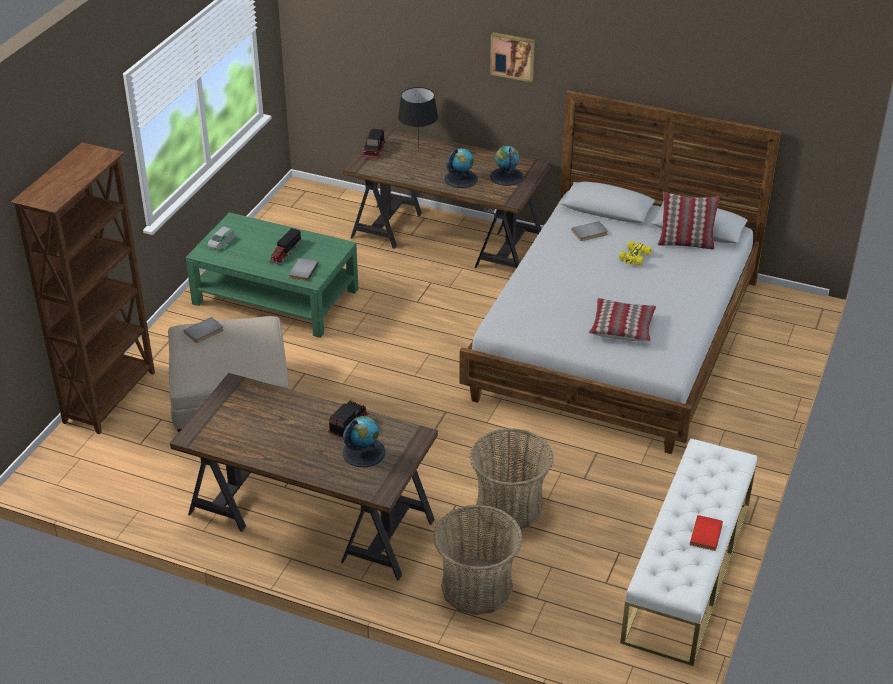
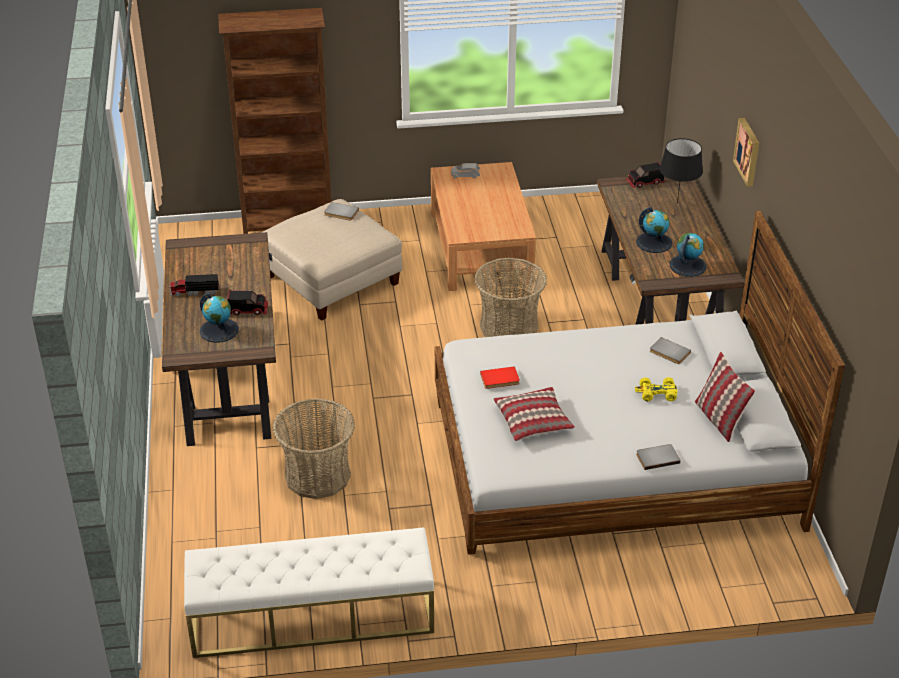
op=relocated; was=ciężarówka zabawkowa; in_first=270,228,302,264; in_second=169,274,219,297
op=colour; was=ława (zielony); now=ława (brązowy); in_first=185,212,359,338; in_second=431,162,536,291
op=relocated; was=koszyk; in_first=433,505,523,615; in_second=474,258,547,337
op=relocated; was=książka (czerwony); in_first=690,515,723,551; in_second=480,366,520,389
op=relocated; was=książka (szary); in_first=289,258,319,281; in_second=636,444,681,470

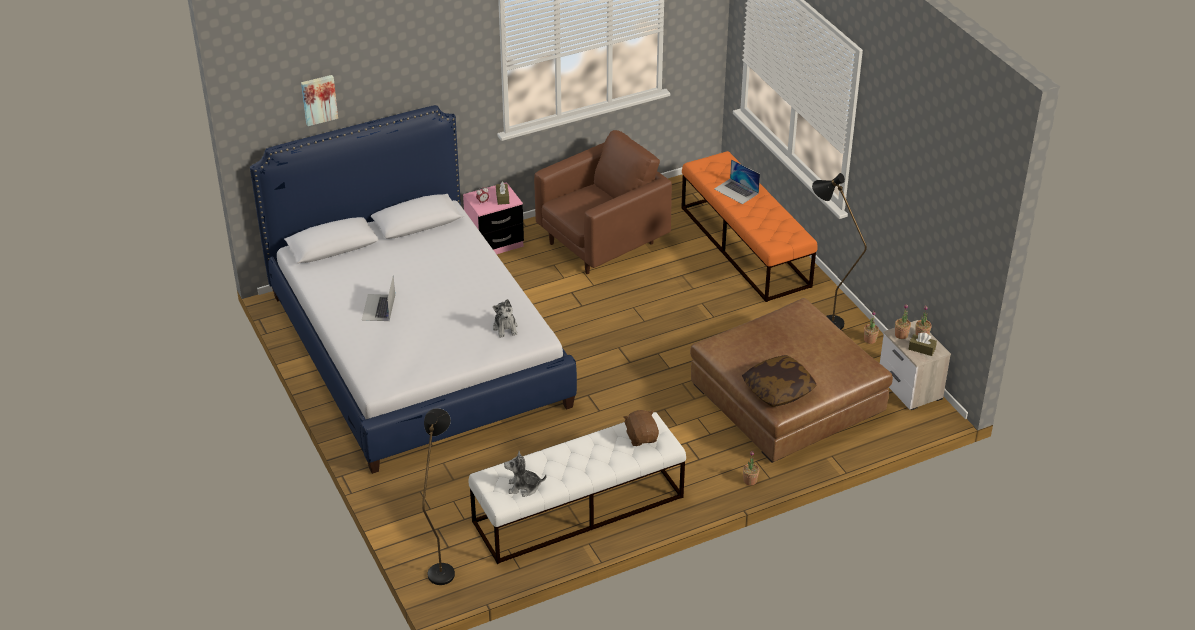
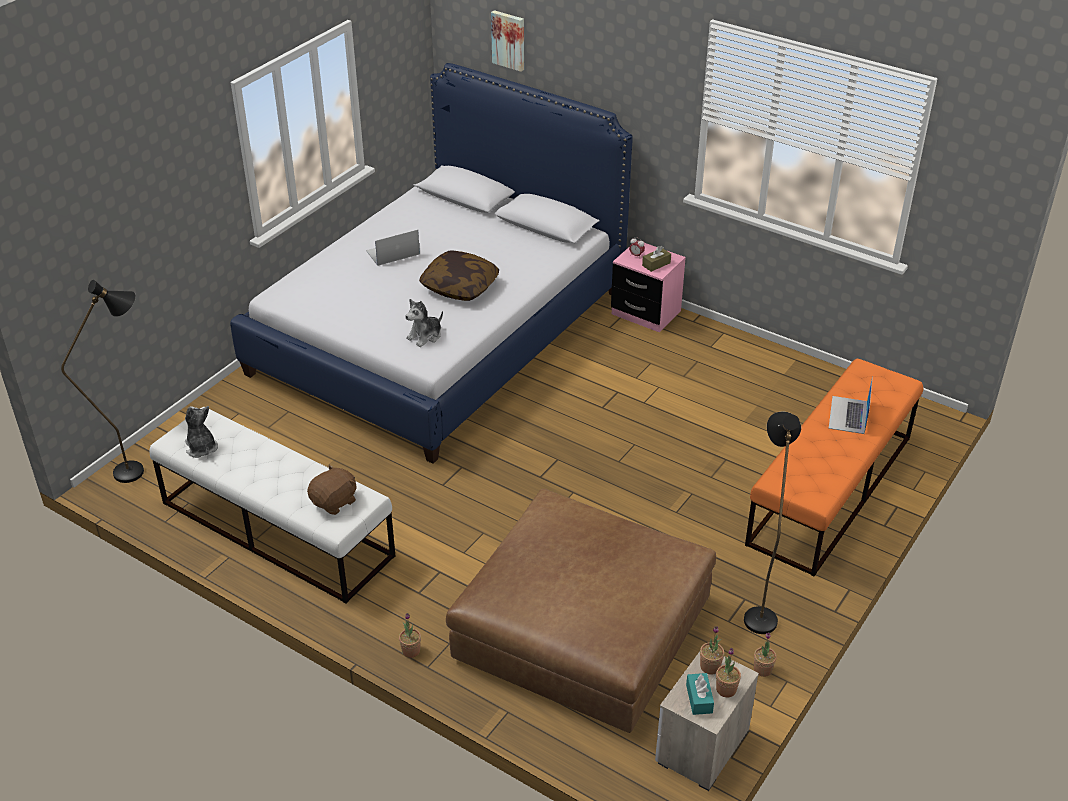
op=relocated; was=poduszka; in_first=742,355,817,407; in_second=419,251,499,301
op=colour; was=pudełko chusteczek (brązowy); now=pudełko chusteczek (turkusowy); in_first=909,333,937,356; in_second=686,673,714,715
op=missing; was=fotel (brązowy); in_first=534,130,672,274

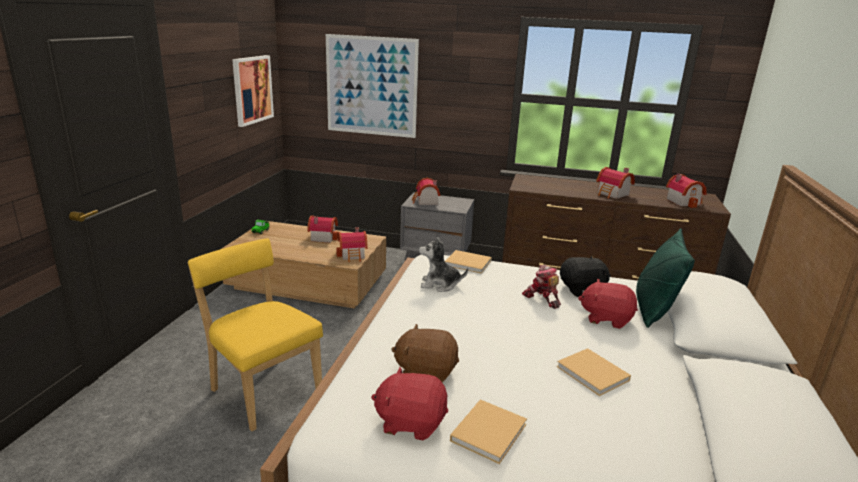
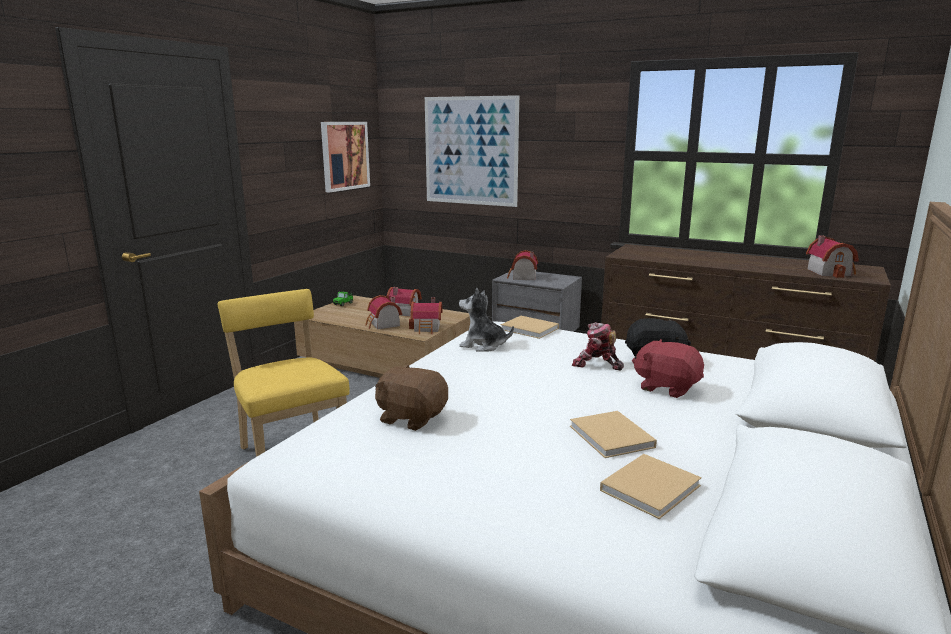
op=relocated; was=domek; in_first=596,167,635,199; in_second=365,295,402,329
op=spun; was=robot zabawkowy; in_first=522,265,561,309; in_second=572,322,624,370; clockwise=-45
op=relocated; was=książka (beżowy); in_first=450,399,527,464; in_second=600,454,702,519
op=missing; was=pluszak (czerwony); in_first=371,367,448,441
op=missing; was=poduszka (zielony); in_first=636,228,695,328

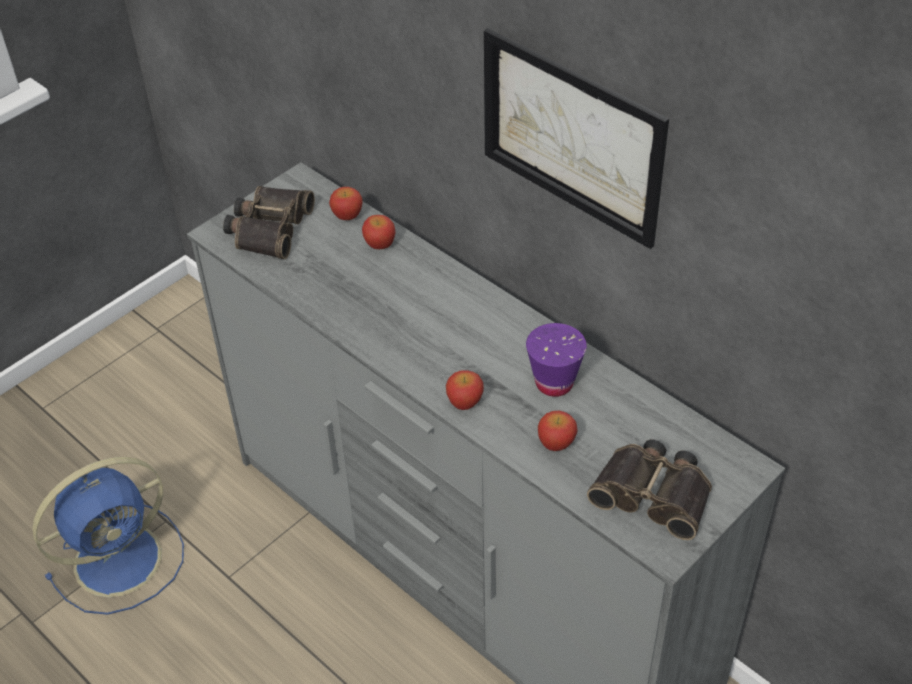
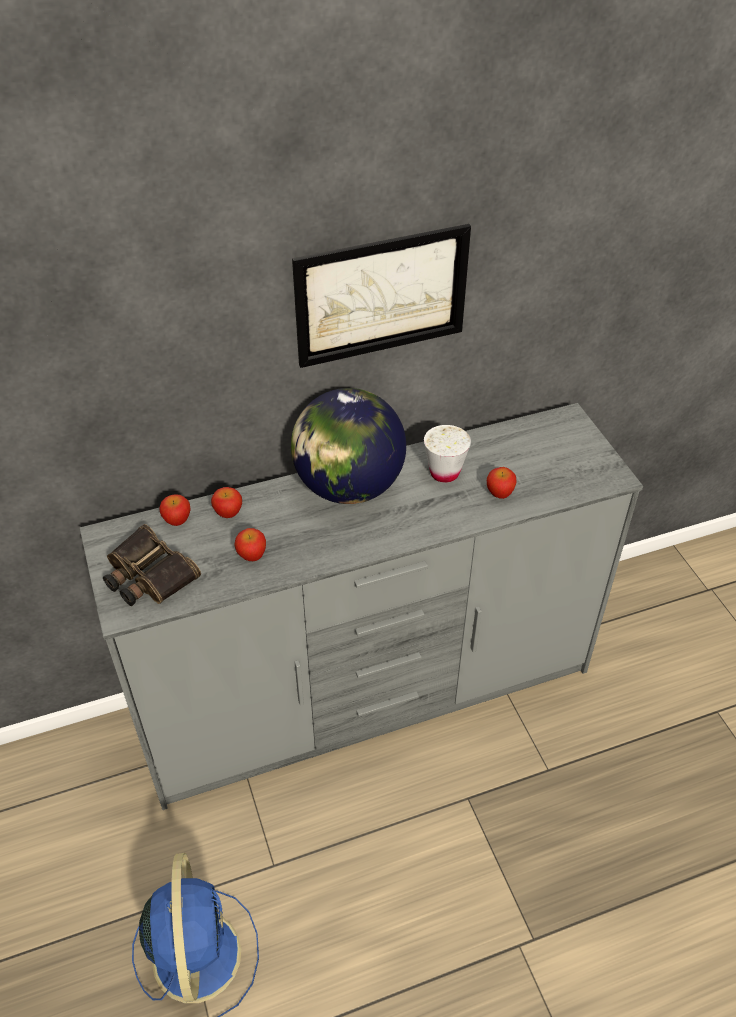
op=relocated; was=jabłko; in_first=446,370,484,410; in_second=234,528,266,561
op=appeared; now=globus; in_second=291,388,406,504
op=colour; was=filiżanka (fioletowy); now=filiżanka (biały); in_first=526,323,587,397; in_second=424,425,471,483
op=missing; was=lornetka; in_first=587,439,712,540

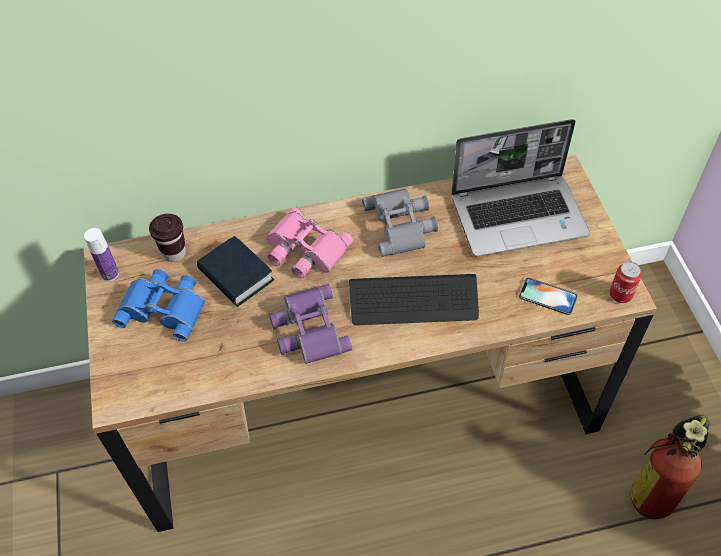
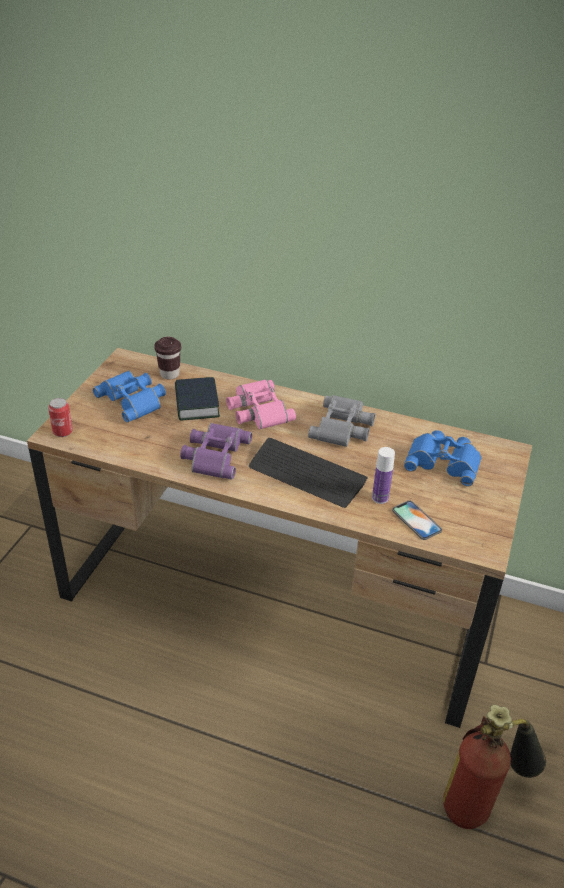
op=relocated; was=puszka; in_first=610,262,642,303; in_second=48,398,73,437
op=relocated; was=butelka; in_first=84,228,119,281; in_second=372,447,395,504
op=exchanged; was=laptop; now=lornetka (niebieski); in_first=451,119,590,257; in_second=404,430,482,486

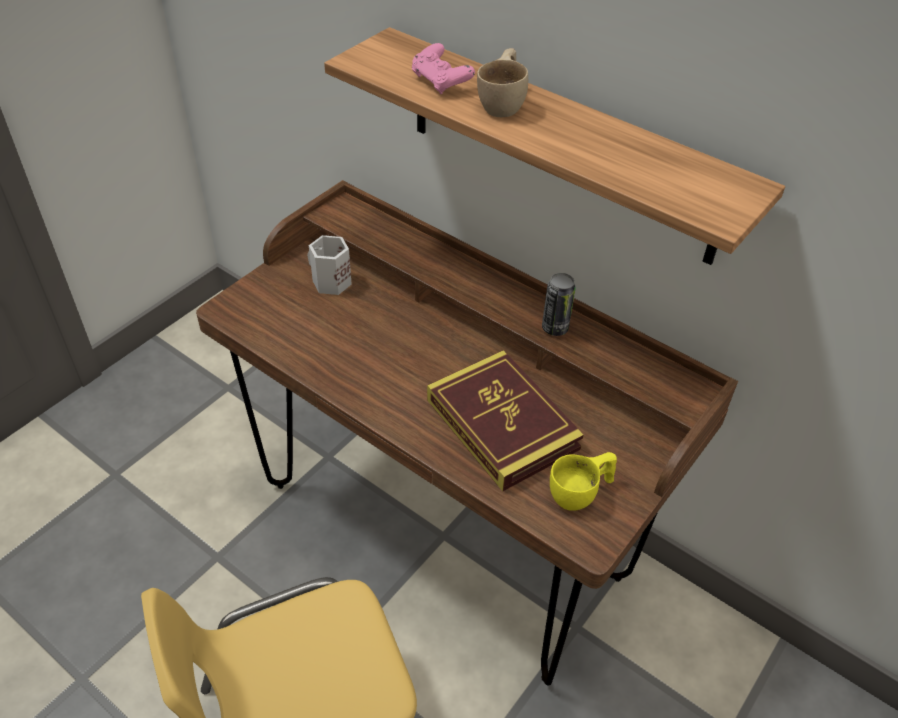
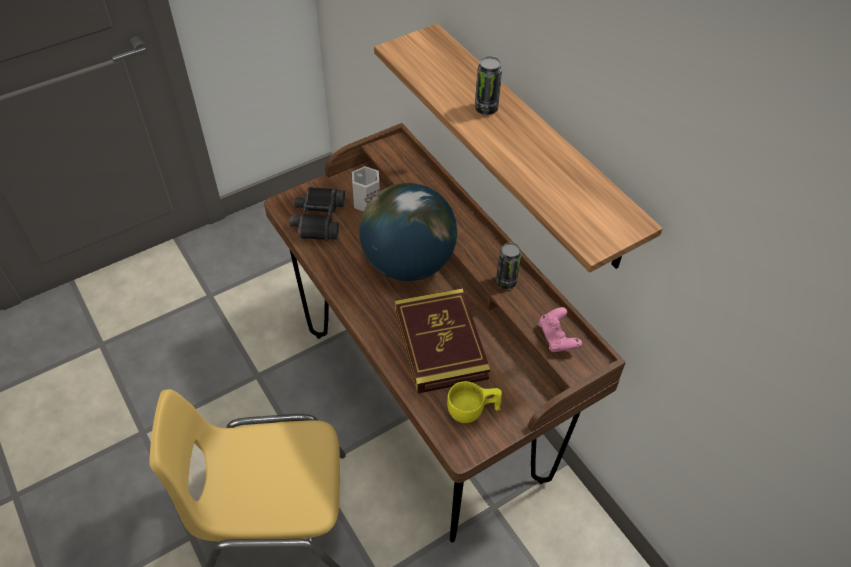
op=appeared; now=lornetka (czarny); in_second=290,187,345,241
op=appeared; now=globus; in_second=359,183,457,281
op=exchanged; was=filiżanka (beżowy); now=puszka; in_first=477,48,528,117; in_second=475,56,502,115
op=relocated; was=pad do gier (różowy); in_first=412,43,475,94; in_second=539,307,582,352

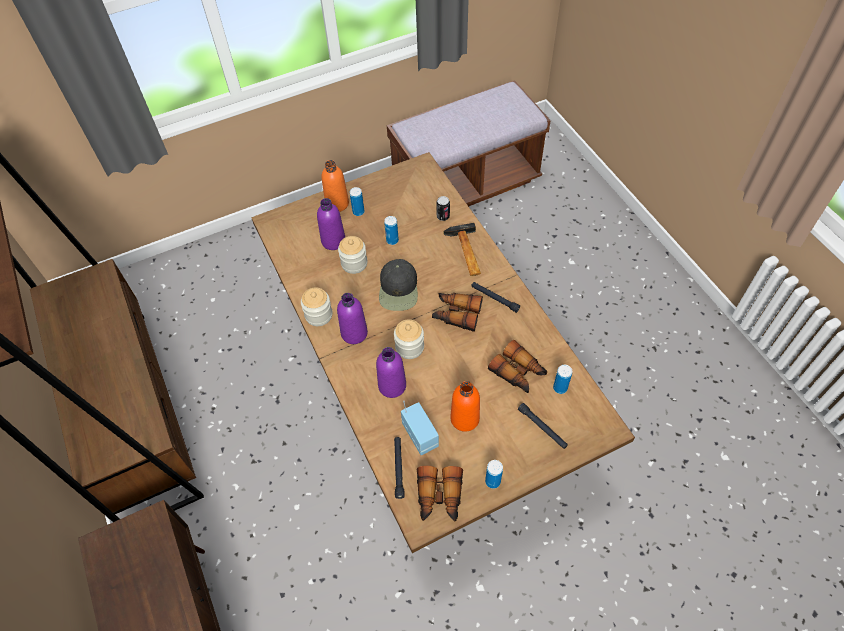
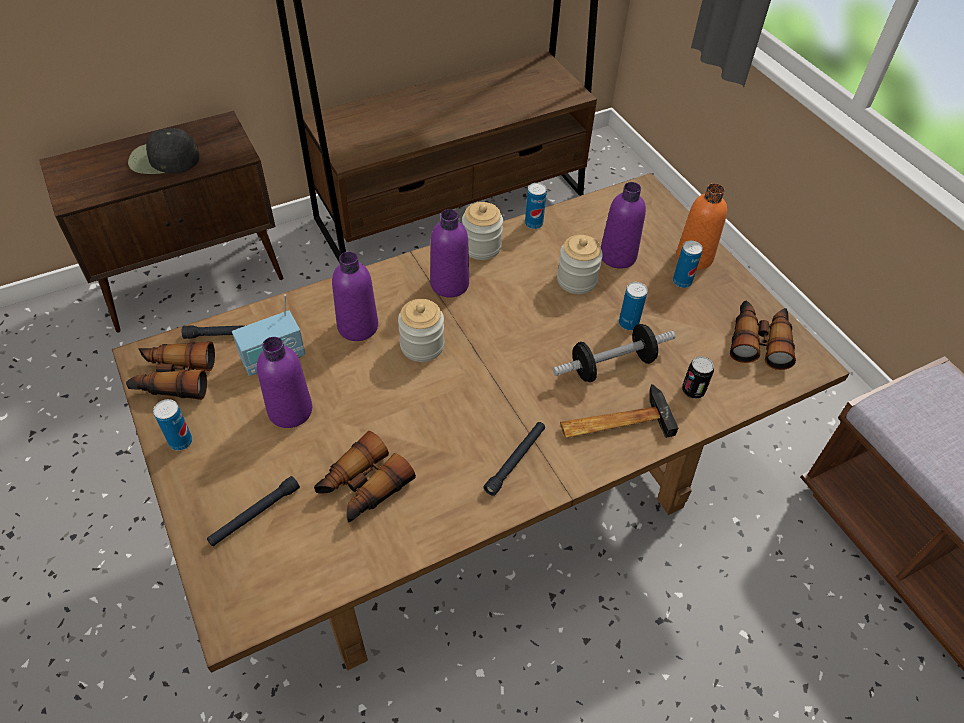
op=relocated; was=czapka z daszkiem (czarny); in_first=379,259,418,311; in_second=128,128,200,174
op=colour; was=butelka (pomarańczowy); now=butelka (fioletowy); in_first=450,381,480,432; in_second=257,337,312,428
op=relocated; was=puszka; in_first=553,365,572,394; in_second=525,183,547,229
op=appeared; now=hantel; in_second=553,324,676,382
op=relocated; was=lornetka; in_first=432,293,483,332; in_second=730,301,796,370

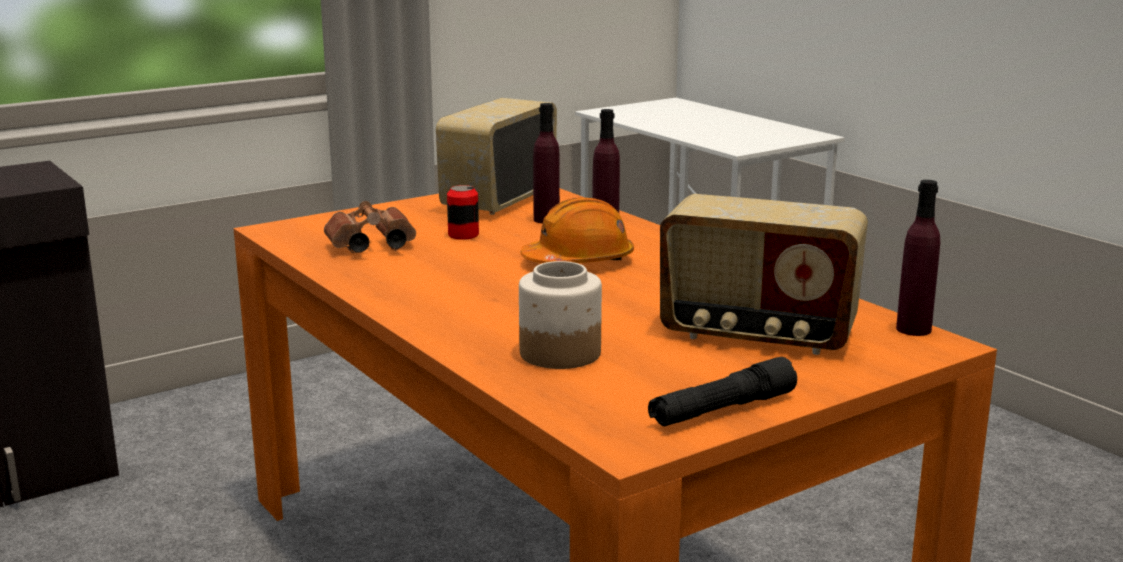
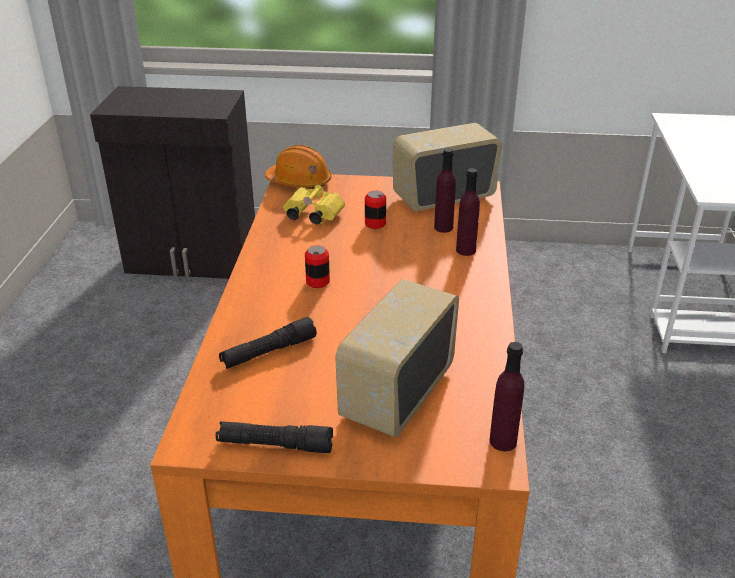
op=exchanged; was=słoik; now=latarka (czarny); in_first=519,261,602,369; in_second=219,317,317,369
op=relocated; was=kask (pomarańczowy); in_first=520,197,634,263; in_second=265,145,332,189
op=colour; was=lornetka (brązowy); now=lornetka (żółty); in_first=324,201,416,253; in_second=283,185,345,225
op=appeared; now=puszka; in_second=305,245,330,288
op=spun; was=radio; in_first=660,194,868,355; in_second=335,279,459,437; clockwise=60

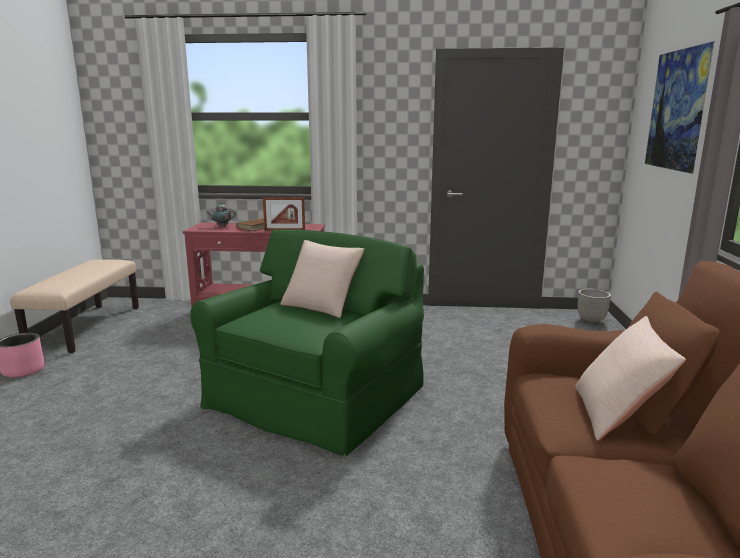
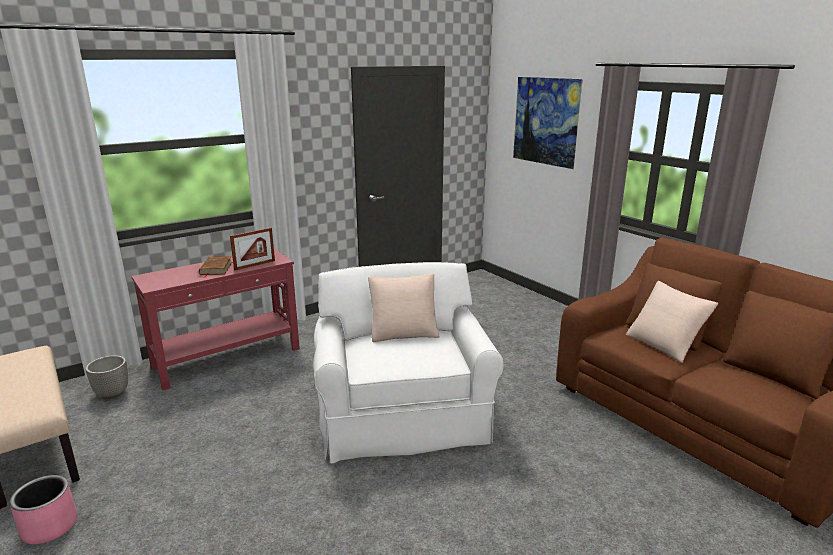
op=relocated; was=donica; in_first=578,289,611,324; in_second=86,355,128,399
op=colour; was=fotel (zielony); now=fotel (biały); in_first=190,229,424,456; in_second=313,262,503,464
op=missing; was=imbryk; in_first=207,202,236,227

